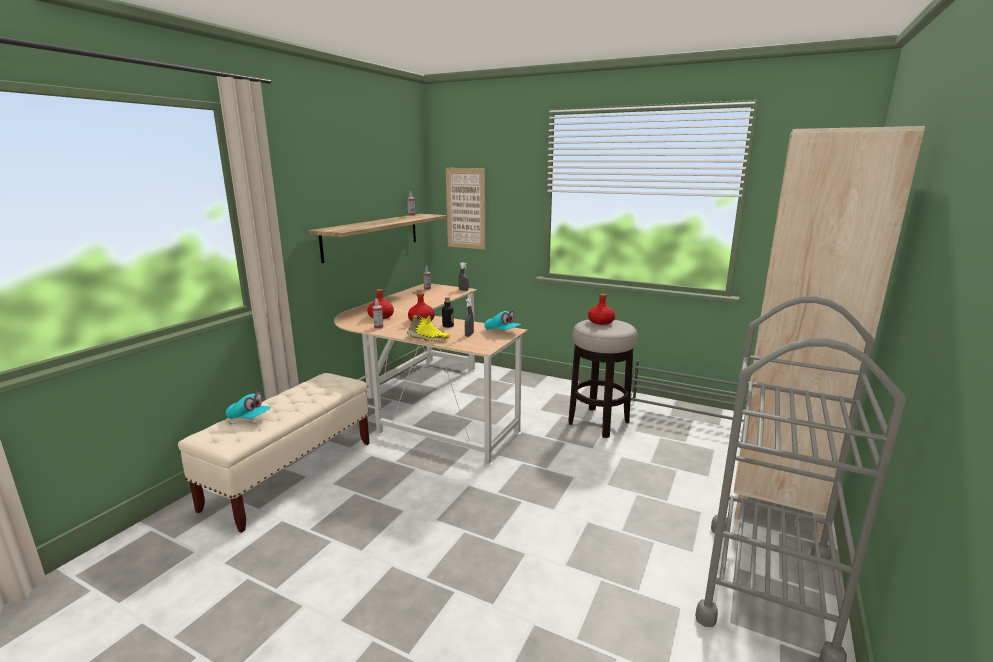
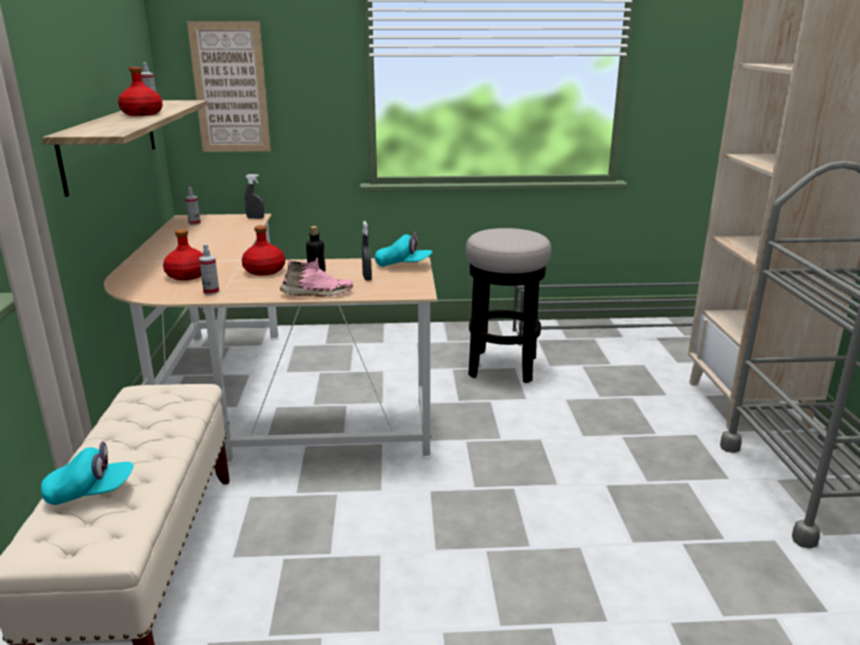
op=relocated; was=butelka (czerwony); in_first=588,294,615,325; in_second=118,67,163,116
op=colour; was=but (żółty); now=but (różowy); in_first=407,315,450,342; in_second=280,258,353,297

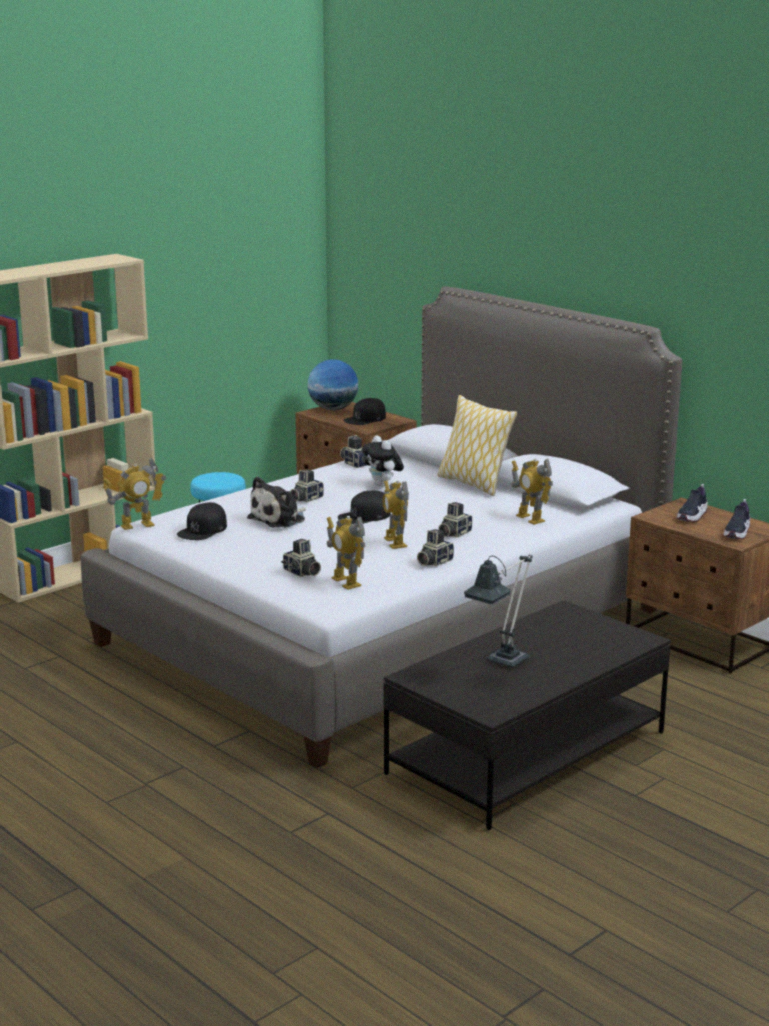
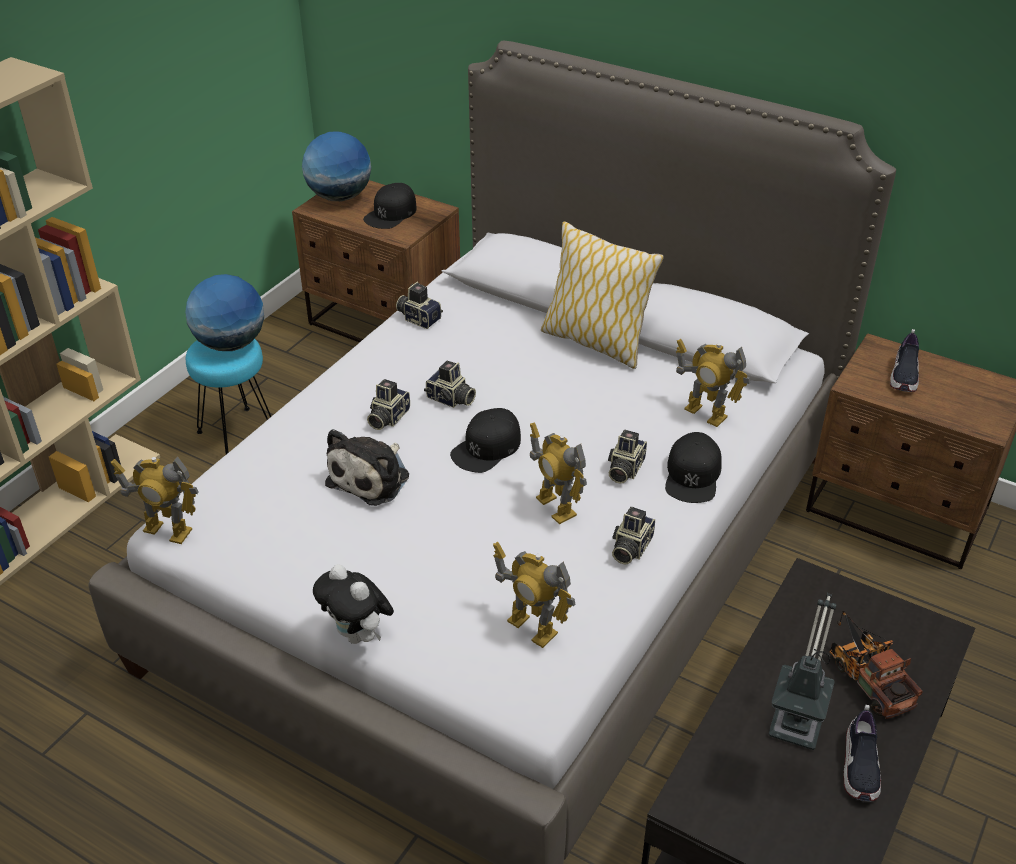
op=spun; was=robot zabawkowy; in_first=103,457,166,530; in_second=111,456,199,544; clockwise=60
op=appeared; now=globus; in_second=185,274,264,351
op=relocated; was=pluszak; in_first=362,435,404,487; in_second=313,564,394,644
op=relocated; was=aparat fotograficzny; in_first=281,539,321,577; in_second=424,361,476,408
op=relocated; was=czapka z daszkiem (czarny); in_first=177,502,227,540; in_second=665,432,722,503
op=appeared; now=ciężarówka zabawkowa; in_second=830,611,923,719
op=relocated; was=but; in_first=723,499,750,539; in_second=843,705,881,801

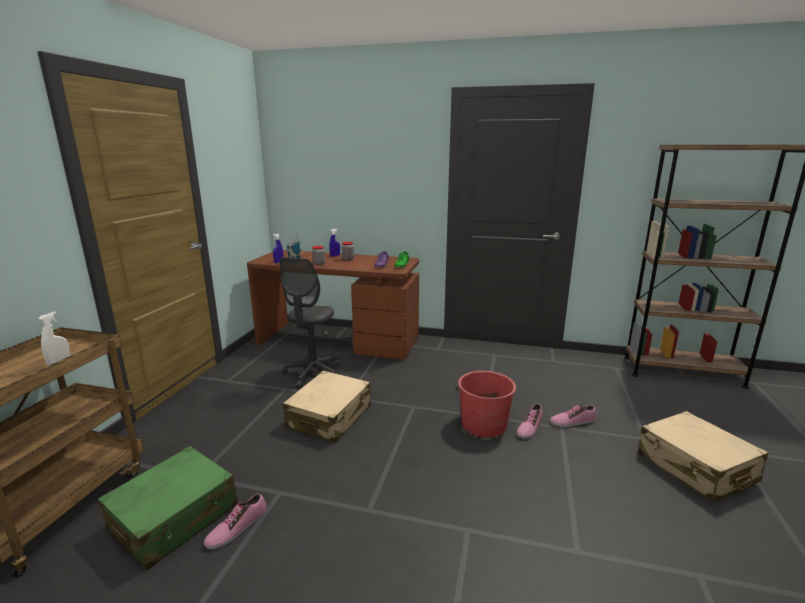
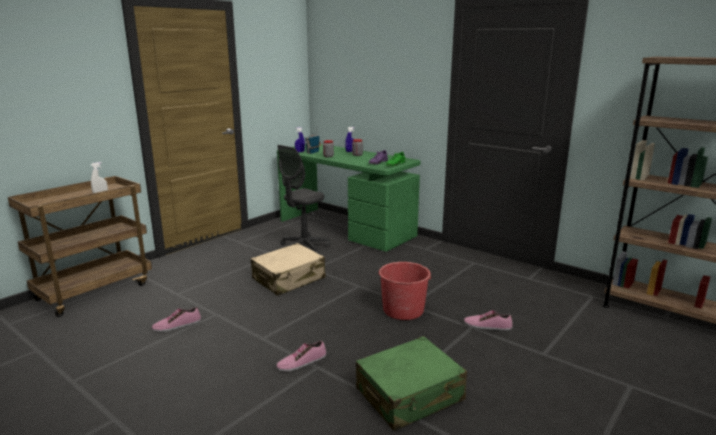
op=relocated; was=but; in_first=517,404,543,439; in_second=276,341,326,372
op=colour; was=biurko (brązowy); now=biurko (zielony); in_first=247,250,419,360; in_second=277,144,421,251
op=relocated; was=walizka (zielony); in_first=98,446,238,570; in_second=356,336,467,431
op=missing; was=walizka (beżowy); in_first=638,411,769,502

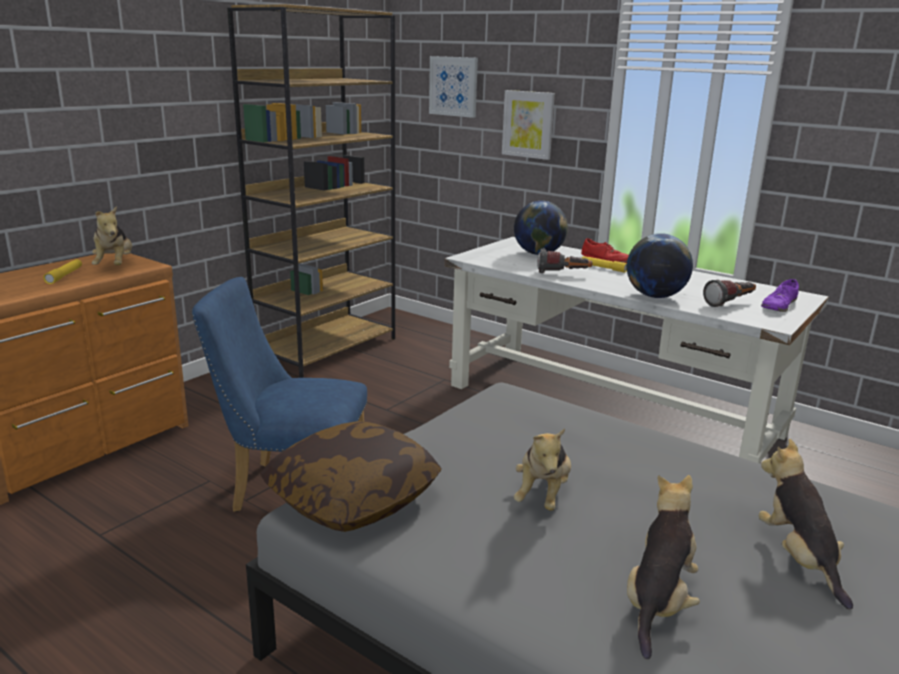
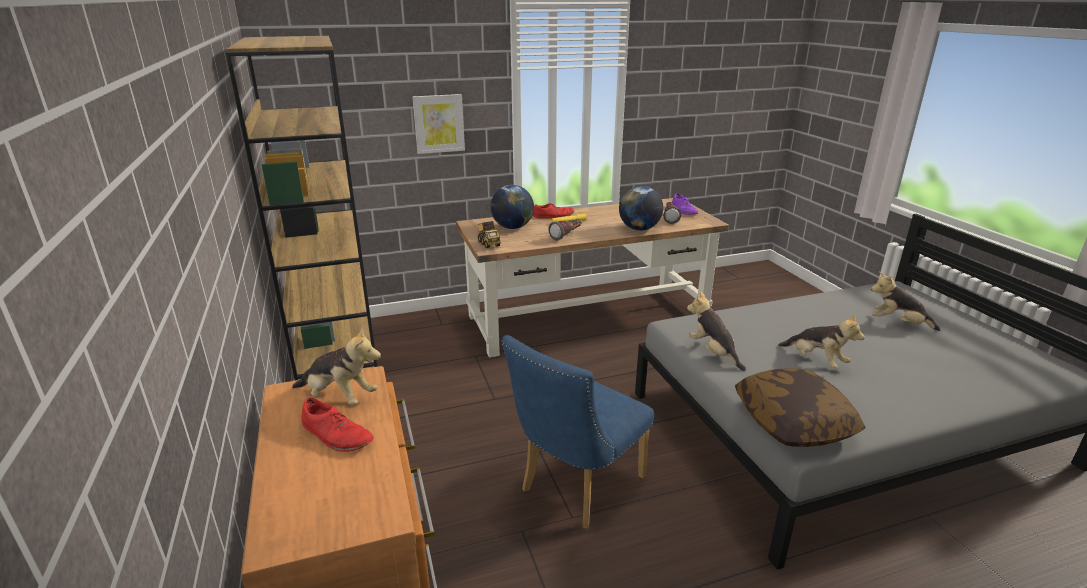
op=exchanged; was=latarka (żółty); now=but (czerwony); in_first=43,259,82,284; in_second=301,398,374,452
op=colour; was=biurko (biały); now=biurko (brązowy); in_first=445,237,829,464; in_second=456,198,729,358
op=appeared; now=ciężarówka zabawkowa; in_second=478,221,500,248
op=relocated; was=pluszak; in_first=627,475,700,659; in_second=687,291,746,371
op=missing; was=obraz; in_first=429,56,478,118

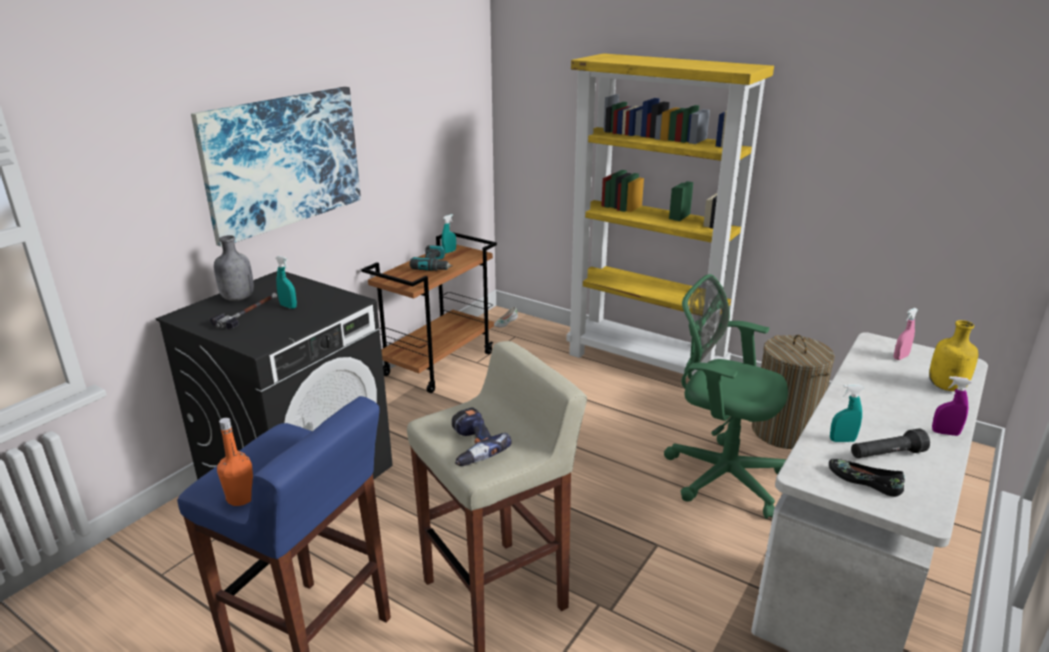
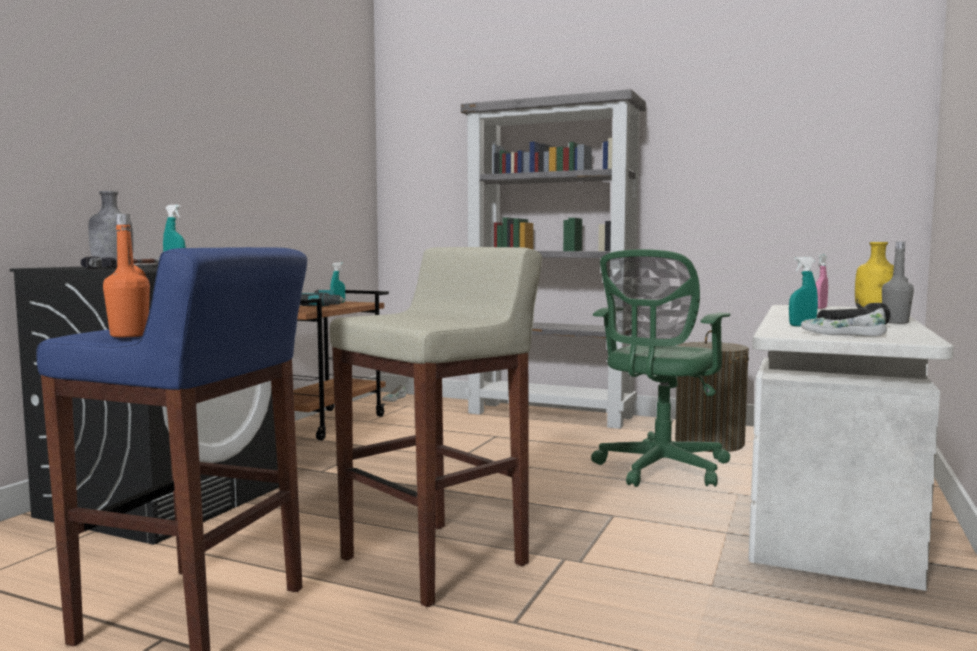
op=colour; was=regał (żółty); now=regał (szary); in_first=566,53,774,376; in_second=461,89,646,429
op=spun; was=krzesło biurowe (zielony); in_first=664,274,788,519; in_second=591,249,730,487; clockwise=-75
op=colour; was=but (czarny); now=but (biały); in_first=829,459,905,497; in_second=801,308,887,336
op=exchanged; was=spryskiwacz (fioletowy); now=butelka (szary); in_first=932,376,971,436; in_second=882,241,914,324
op=missing; was=obraz; in_first=191,87,361,247
op=missing; was=wiertarka; in_first=452,407,512,466

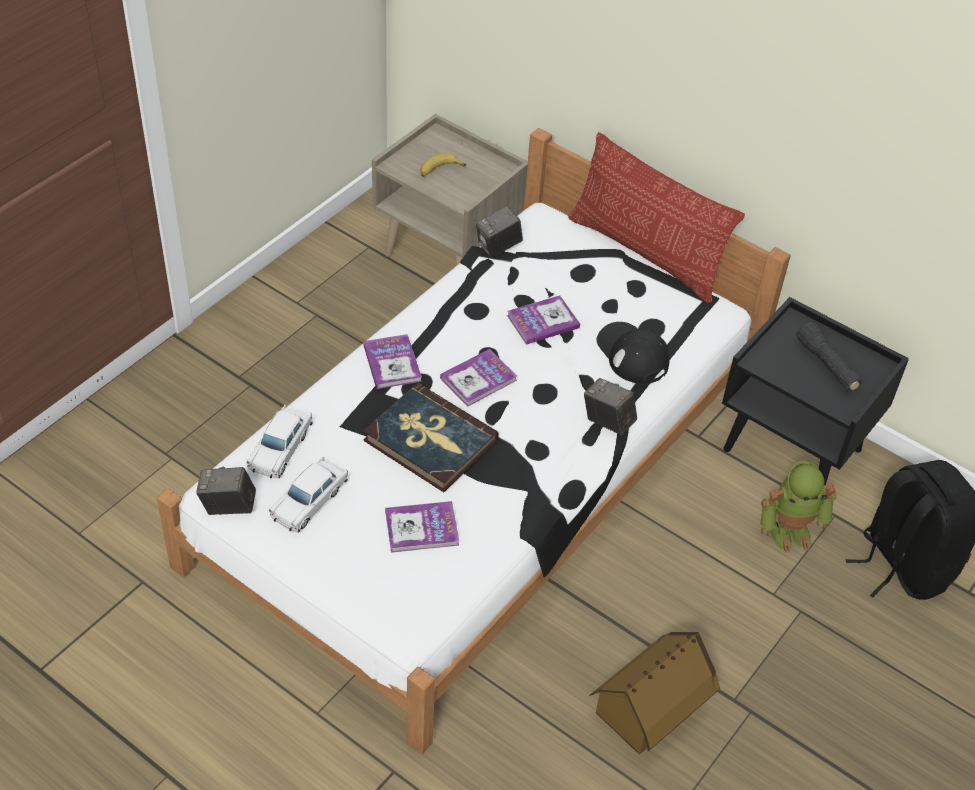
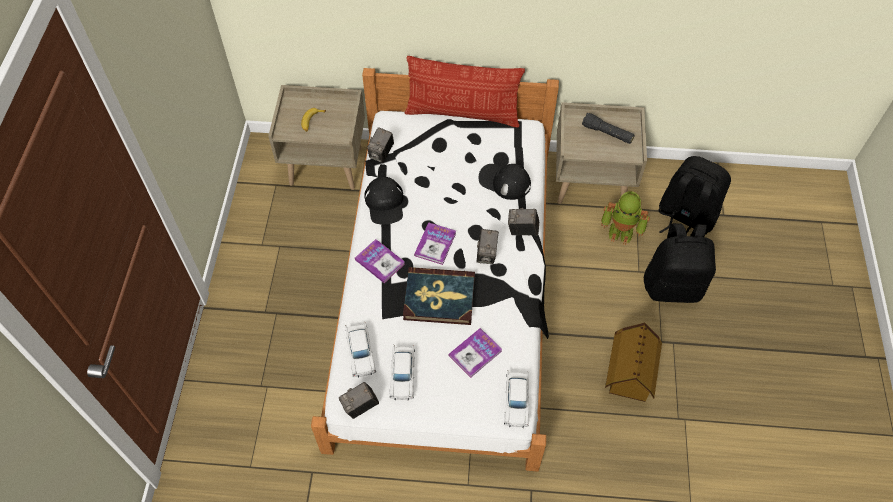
op=appeared; now=czapka z daszkiem (czarny); in_second=364,177,403,224
op=appeared; now=aparat fotograficzny; in_second=476,229,499,264
op=appeared; now=samochodzik (biały); in_second=504,370,530,428
op=colour; was=szafka nocna (czarny); now=szafka nocna (beżowy); in_first=722,297,909,485; in_second=556,102,647,204
op=spun; was=robot zabawkowy; in_first=760,461,836,553; in_second=601,191,650,245; clockwise=60
op=appeared; now=plecak (czarny); in_second=644,223,716,303
op=missing; was=książka; in_first=507,295,580,345

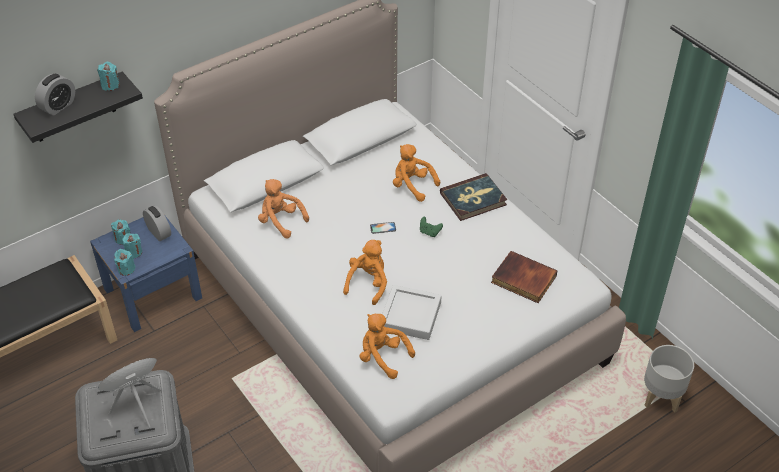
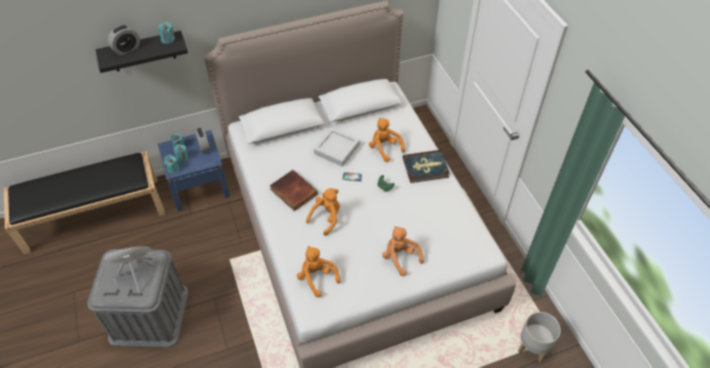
op=relocated; was=książka; in_first=491,251,558,303; in_second=270,170,318,211
op=relocated; was=taca (szary); in_first=382,285,441,340; in_second=314,128,360,167
op=relocated; was=pluszak (pomarańczowy); in_first=258,179,309,238; in_second=382,226,424,276

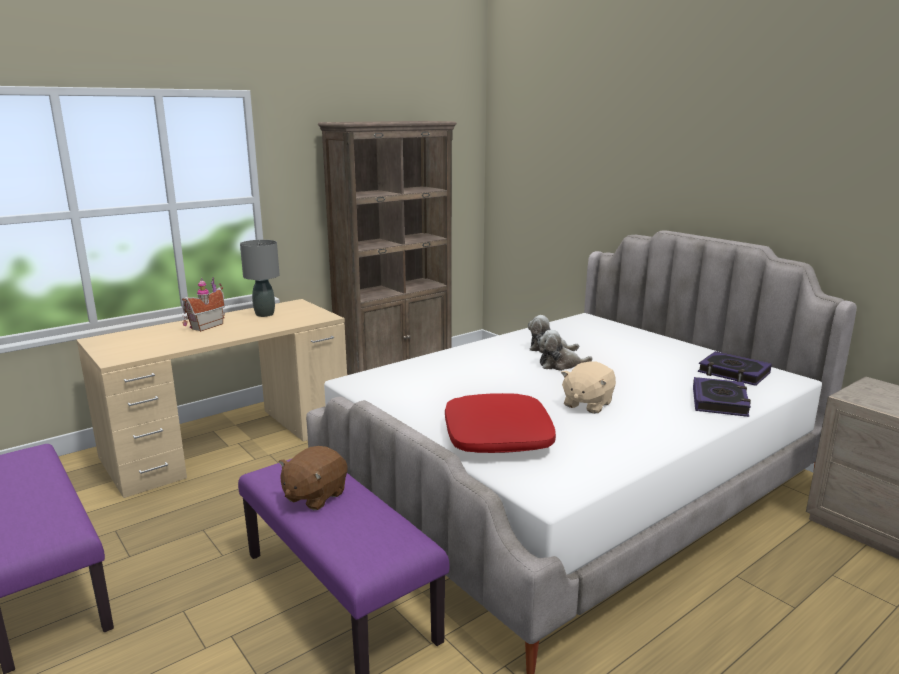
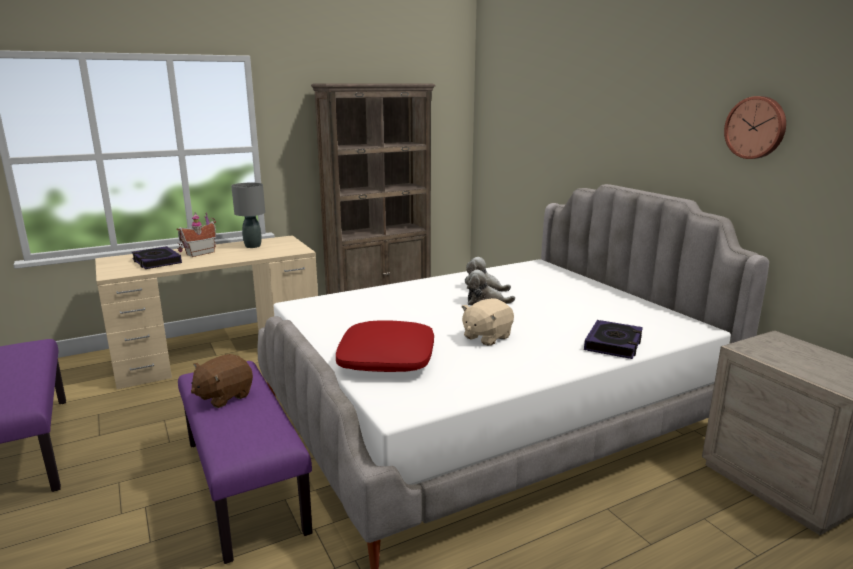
op=relocated; was=książka; in_first=698,351,772,386; in_second=132,246,182,269
op=appeared; now=zegar ścienny; in_second=724,96,786,159

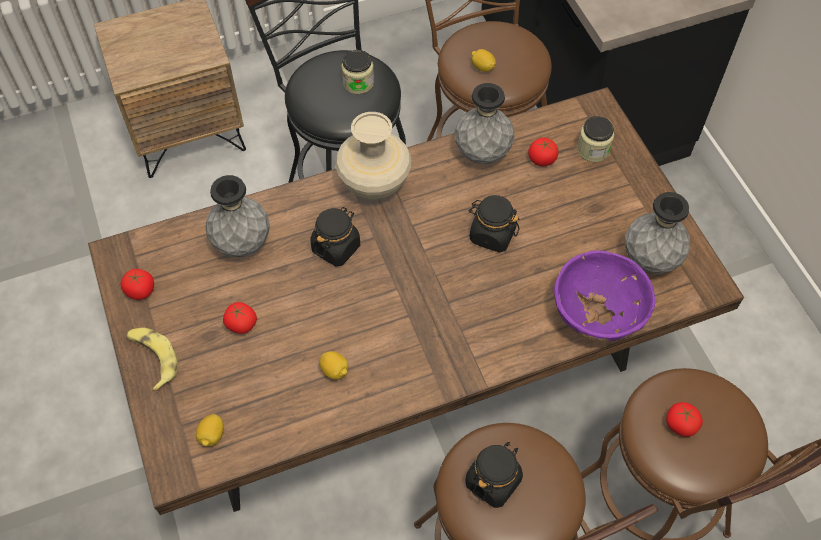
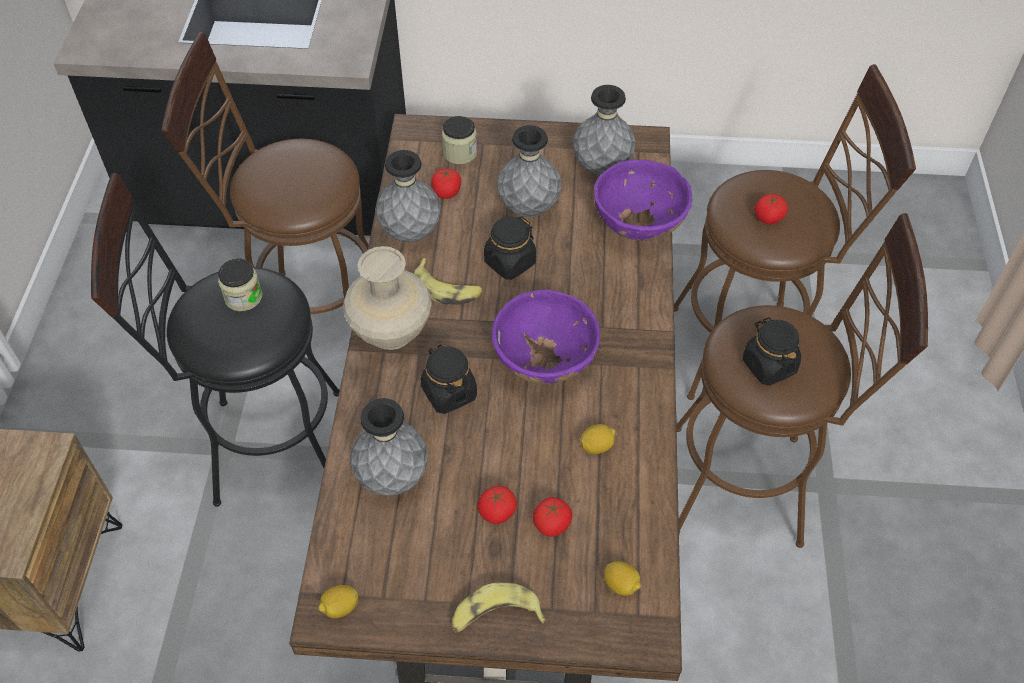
op=relocated; was=cytryna; in_first=471,49,496,72; in_second=318,585,358,618
op=appeared; now=banan; in_second=414,258,483,305
op=appeared; now=miska (fioletowy); in_second=492,290,600,384
op=appeared; now=wazon (szary); in_second=497,125,561,217
op=relocated; was=pomidor; in_first=120,269,154,300; in_second=533,497,572,536

